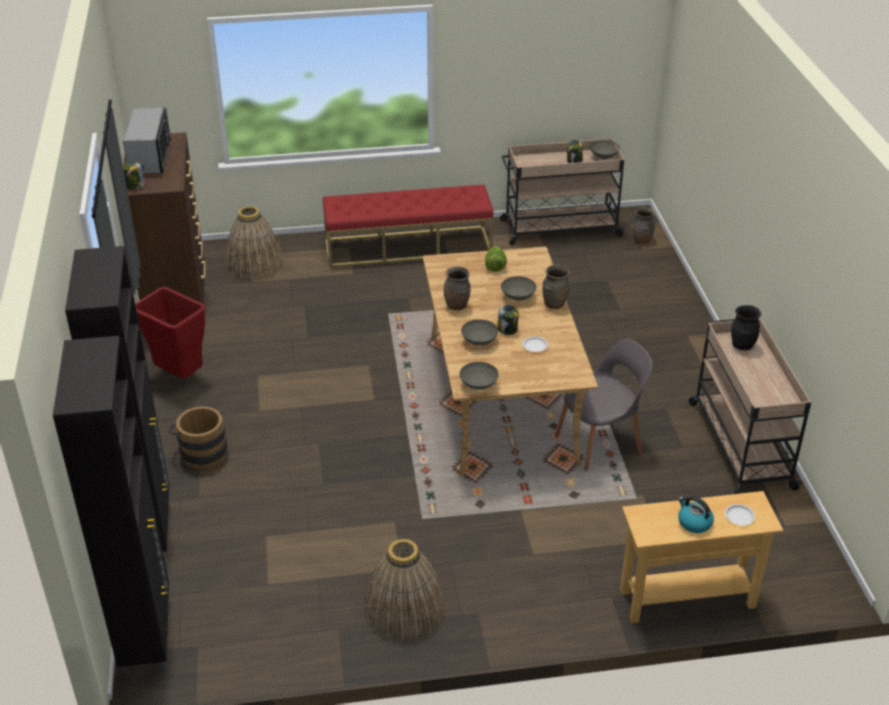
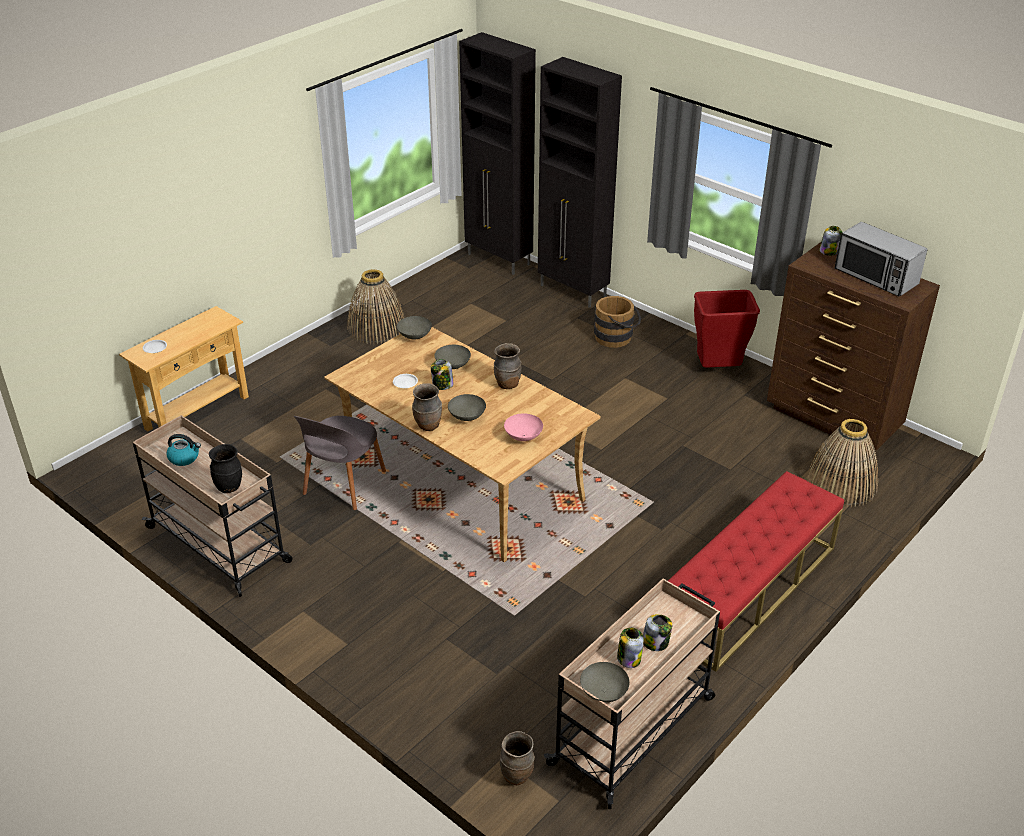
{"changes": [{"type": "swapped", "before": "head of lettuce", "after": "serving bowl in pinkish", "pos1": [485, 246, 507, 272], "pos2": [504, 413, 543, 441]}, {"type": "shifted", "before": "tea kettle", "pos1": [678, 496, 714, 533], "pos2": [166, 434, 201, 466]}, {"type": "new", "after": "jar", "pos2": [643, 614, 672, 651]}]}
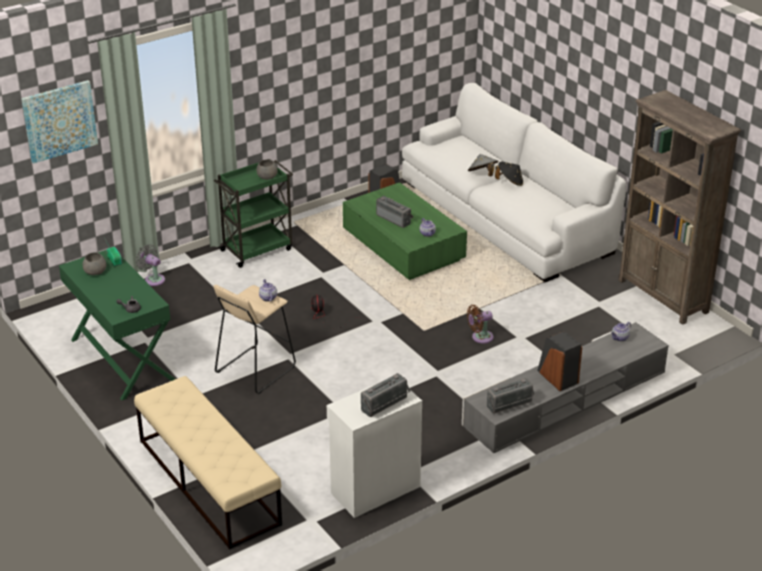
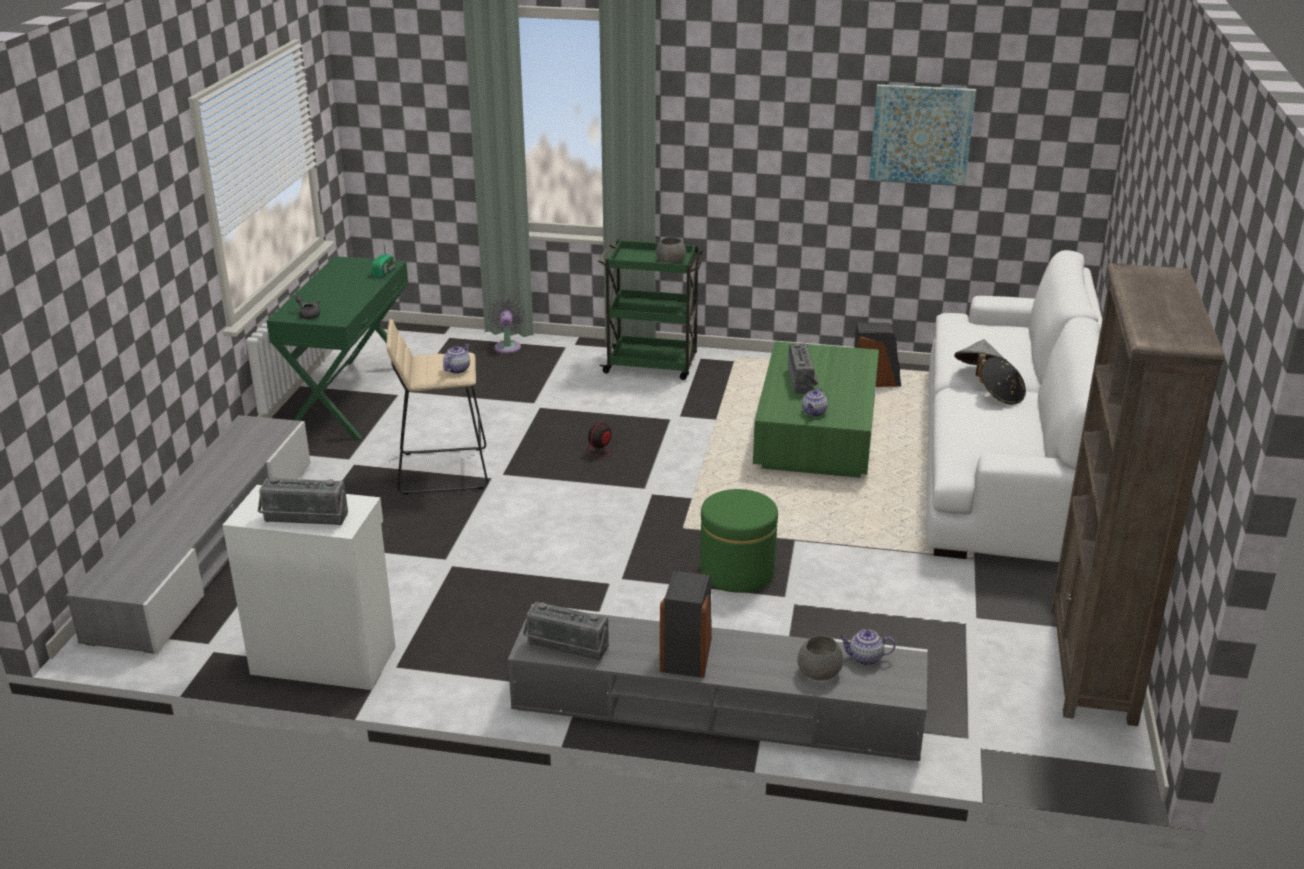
{"changes": [{"type": "shifted", "before": "wall art", "pos1": [21, 80, 98, 164], "pos2": [869, 84, 976, 185]}, {"type": "shifted", "before": "serving bowl in grey", "pos1": [83, 252, 107, 275], "pos2": [797, 635, 843, 681]}, {"type": "swapped", "before": "electric fan in brownish", "after": "footrest in green", "pos1": [467, 305, 494, 344], "pos2": [700, 489, 778, 593]}, {"type": "swapped", "before": "indoor bench in sand-coloured", "after": "media console in grey", "pos1": [134, 376, 282, 550], "pos2": [66, 415, 311, 654]}]}
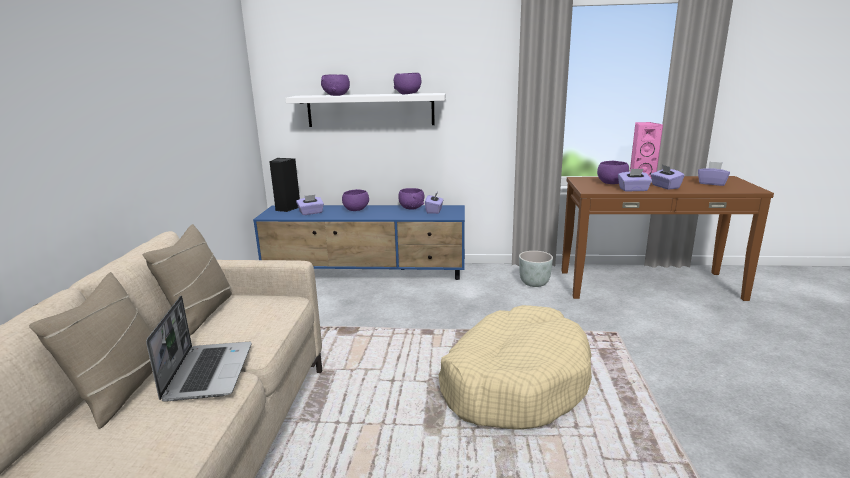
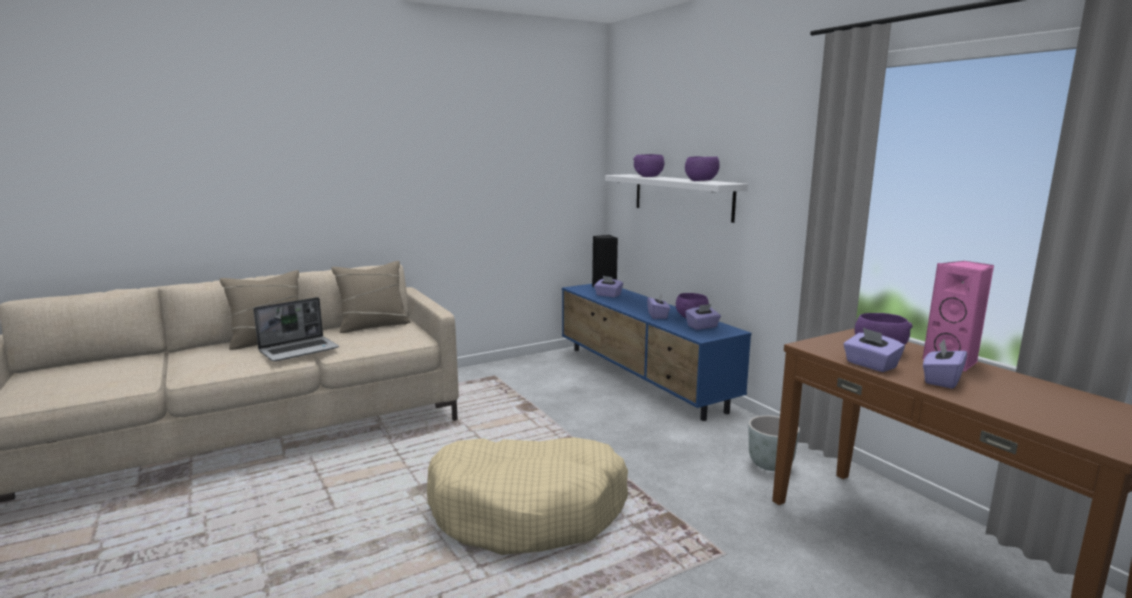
{"changes": [{"type": "shifted", "before": "box of tissues in purple", "pos1": [698, 161, 730, 186], "pos2": [647, 294, 670, 319]}, {"type": "gone", "before": "serving bowl in purple", "pos1": [342, 189, 369, 211]}]}
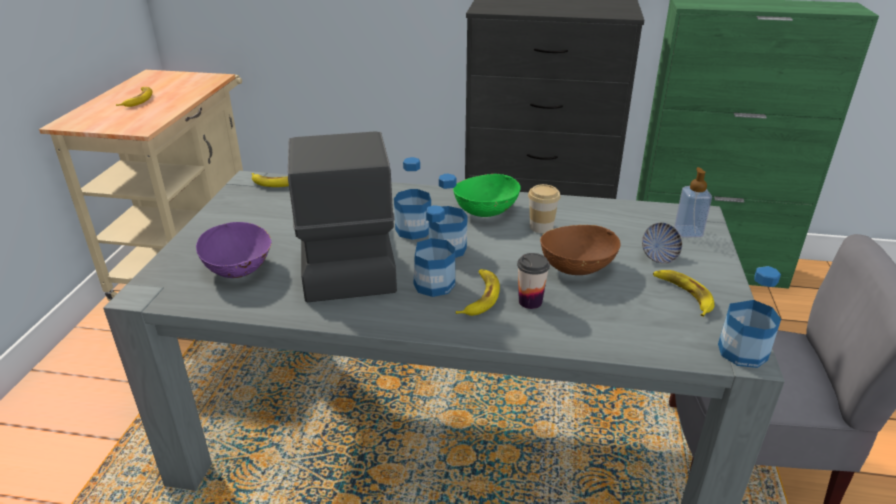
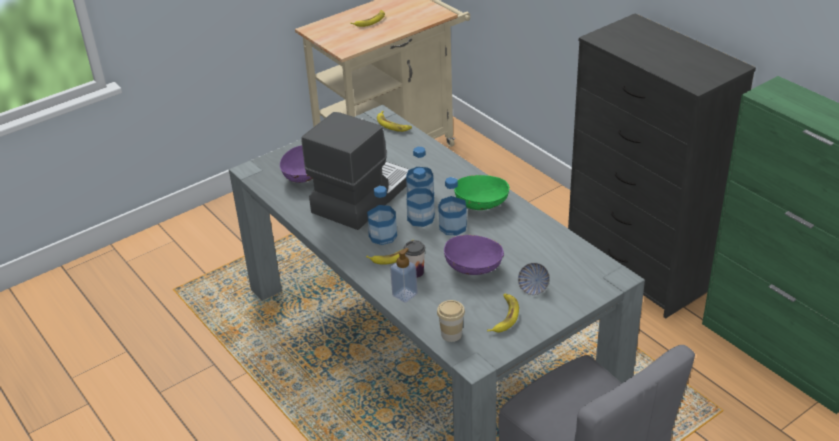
{"changes": [{"type": "shifted", "before": "soap bottle", "pos1": [674, 167, 712, 237], "pos2": [390, 248, 418, 303]}, {"type": "shifted", "before": "small cup", "pos1": [528, 184, 560, 233], "pos2": [437, 300, 465, 342]}, {"type": "repainted", "before": "serving bowl in brownish", "after": "serving bowl in purple", "pos1": [540, 225, 621, 275], "pos2": [444, 234, 504, 275]}, {"type": "shifted", "before": "drink bottle", "pos1": [718, 266, 781, 368], "pos2": [438, 177, 467, 235]}]}
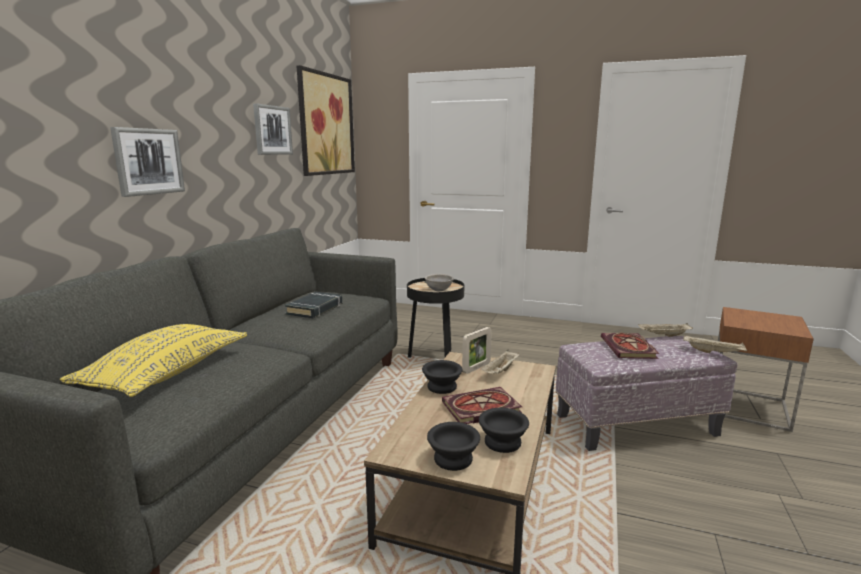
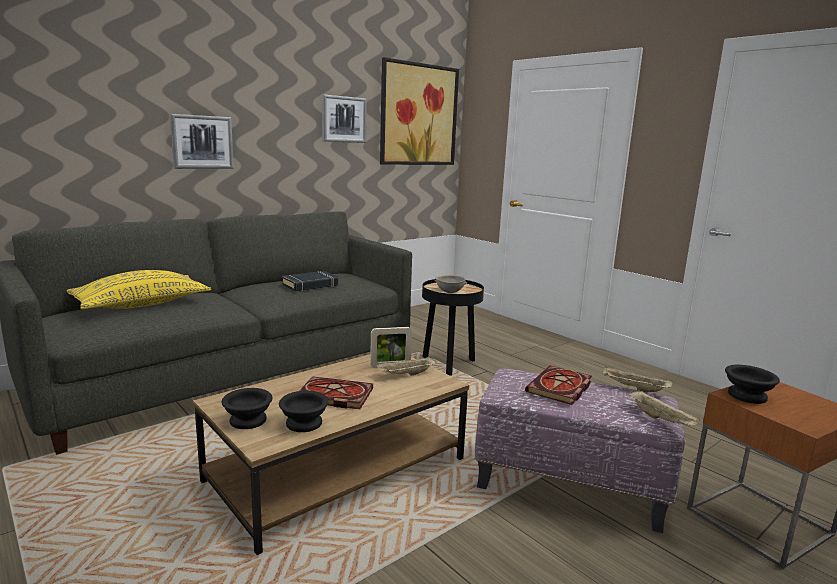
{"changes": [{"type": "shifted", "before": "serving bowl in blackish", "pos1": [422, 360, 463, 394], "pos2": [725, 365, 780, 404]}]}
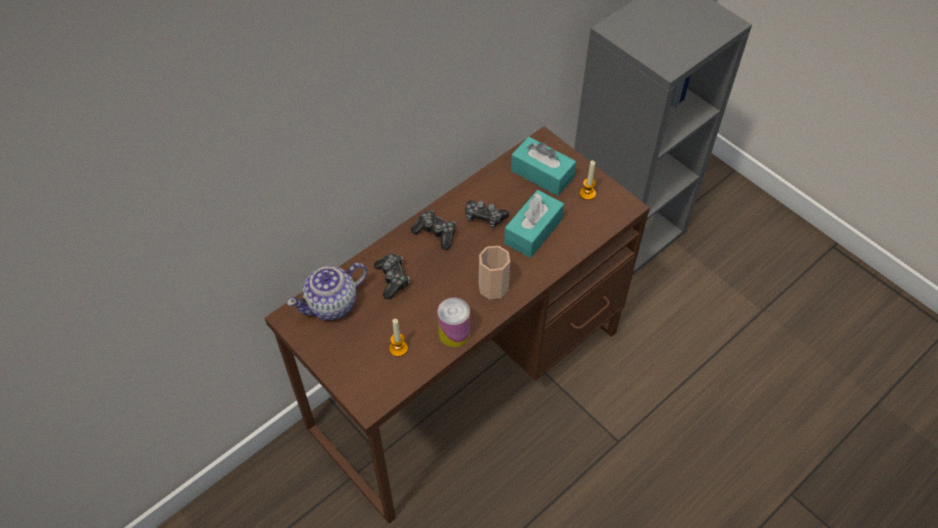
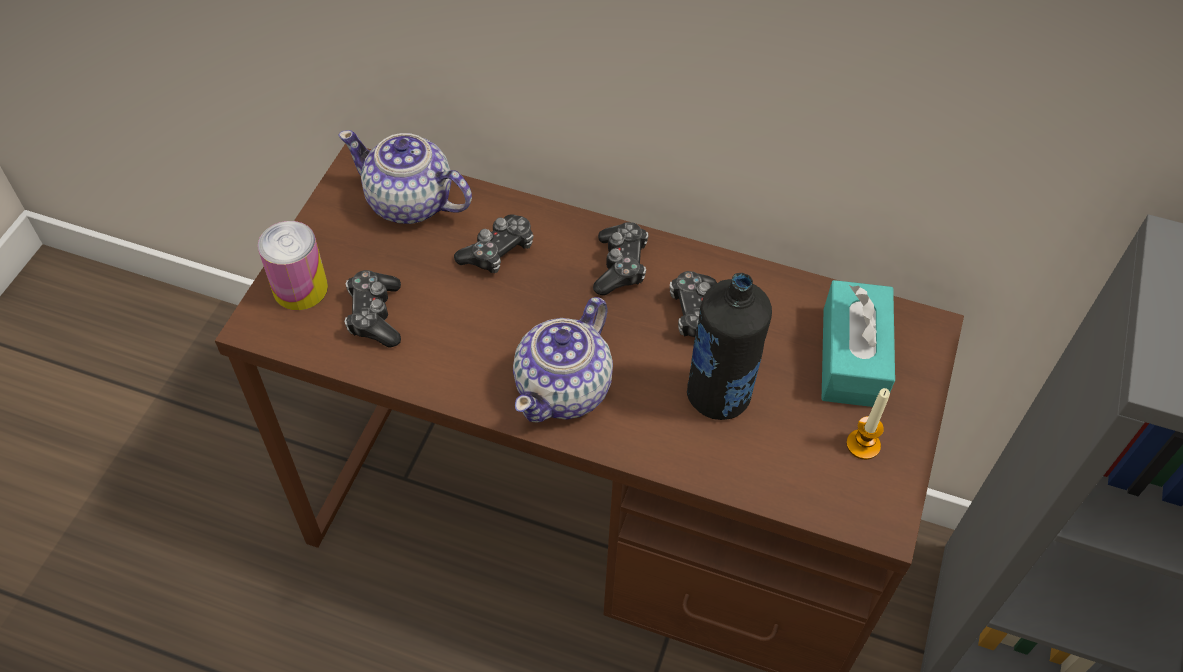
{"changes": [{"type": "swapped", "before": "box of tissues in turquoise", "after": "drink bottle in blackish", "pos1": [504, 190, 564, 258], "pos2": [687, 273, 772, 420]}, {"type": "swapped", "before": "small cup", "after": "teapot", "pos1": [479, 246, 510, 299], "pos2": [513, 297, 613, 423]}, {"type": "shifted", "before": "sealed can", "pos1": [438, 297, 470, 347], "pos2": [258, 221, 328, 310]}, {"type": "swapped", "before": "wax light", "after": "gamepad", "pos1": [389, 319, 408, 357], "pos2": [344, 270, 401, 347]}]}
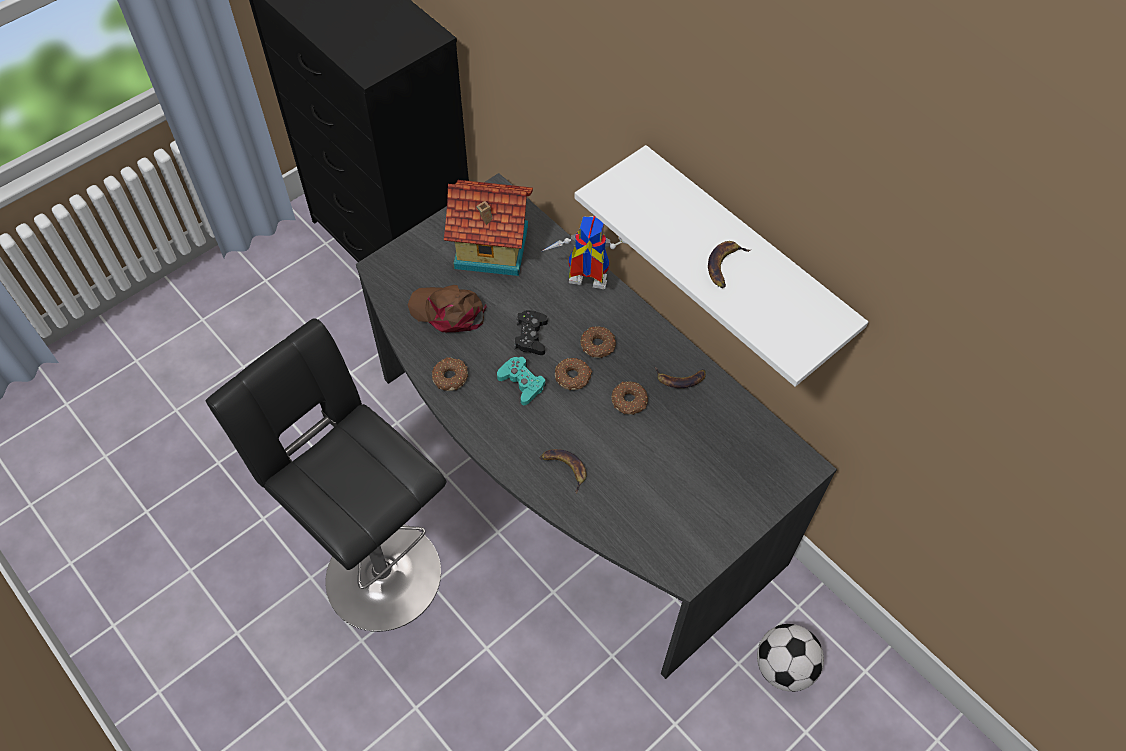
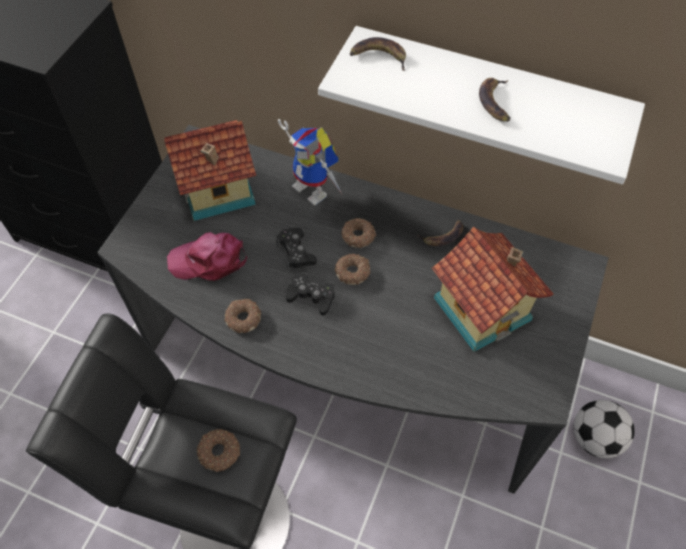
{"changes": [{"type": "rotated", "before": "robot figure", "pos1": [542, 216, 627, 289], "pos2": [278, 119, 342, 206], "turn": -120}, {"type": "repainted", "before": "peaked cap in brownish", "after": "peaked cap in pinkish", "pos1": [408, 285, 486, 333], "pos2": [167, 232, 247, 281]}, {"type": "repainted", "before": "gamepad in turquoise", "after": "gamepad in blackish", "pos1": [497, 357, 546, 405], "pos2": [286, 272, 335, 316]}, {"type": "shifted", "before": "ring doughnut", "pos1": [611, 381, 648, 415], "pos2": [197, 429, 240, 472]}, {"type": "shifted", "before": "banana fruit", "pos1": [540, 449, 586, 493], "pos2": [349, 37, 406, 71]}, {"type": "new", "after": "miniature house", "pos2": [432, 227, 553, 352]}]}
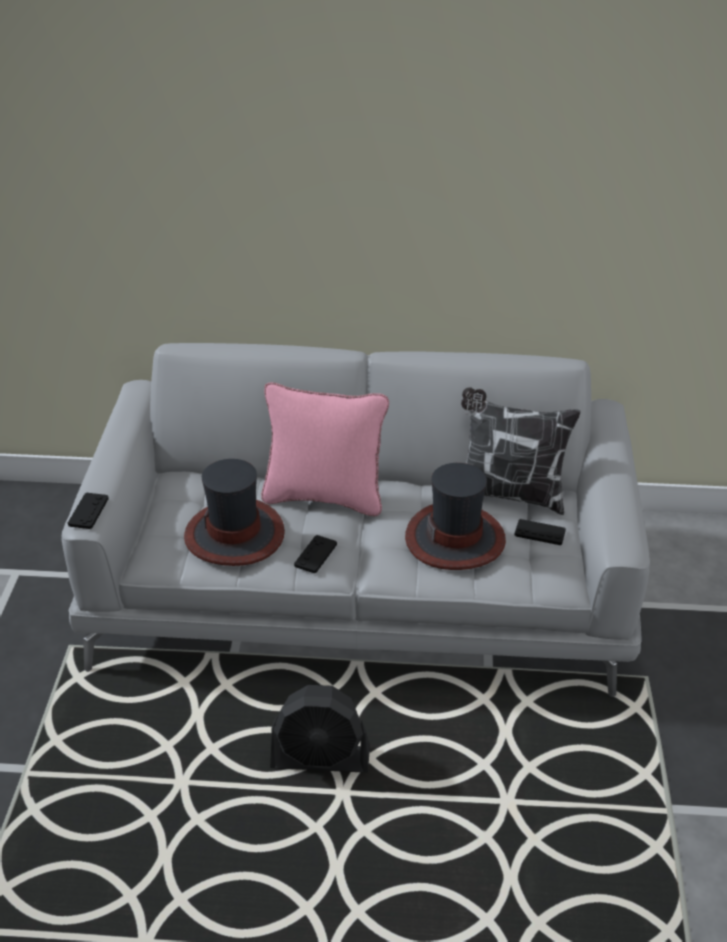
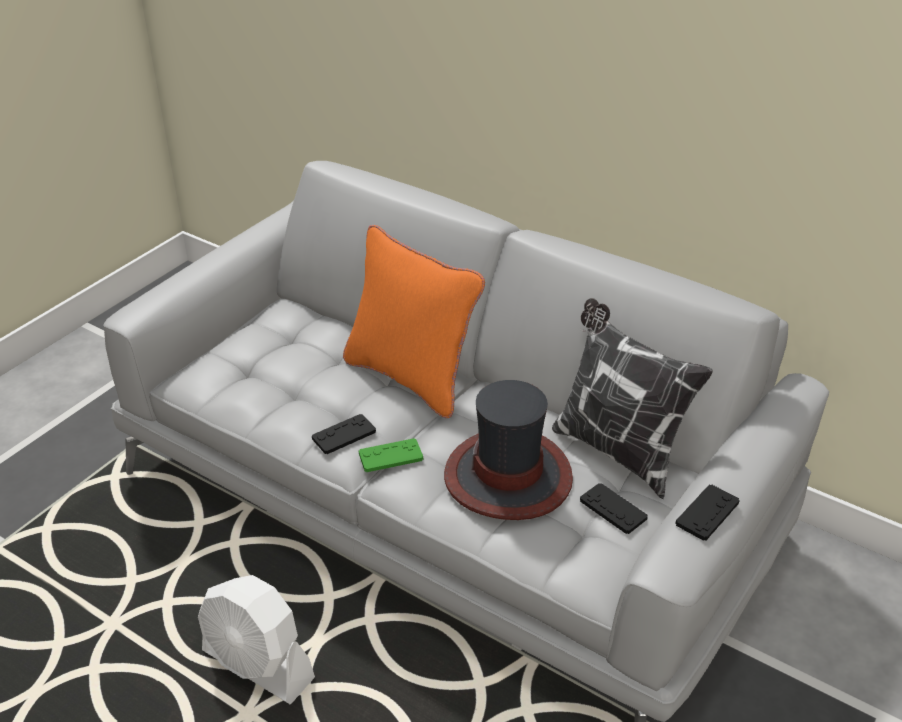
{"changes": [{"type": "repainted", "before": "pillow in pinkish", "after": "pillow in orange", "pos1": [261, 382, 389, 516], "pos2": [343, 225, 485, 418]}, {"type": "gone", "before": "clothing hat", "pos1": [184, 459, 285, 566]}, {"type": "shifted", "before": "gamepad in blackish", "pos1": [68, 493, 109, 529], "pos2": [675, 484, 740, 541]}, {"type": "repainted", "before": "electric fan in blackish", "after": "electric fan in white", "pos1": [270, 685, 370, 773], "pos2": [198, 575, 315, 705]}, {"type": "new", "after": "gamepad in green", "pos2": [359, 438, 423, 472]}]}
